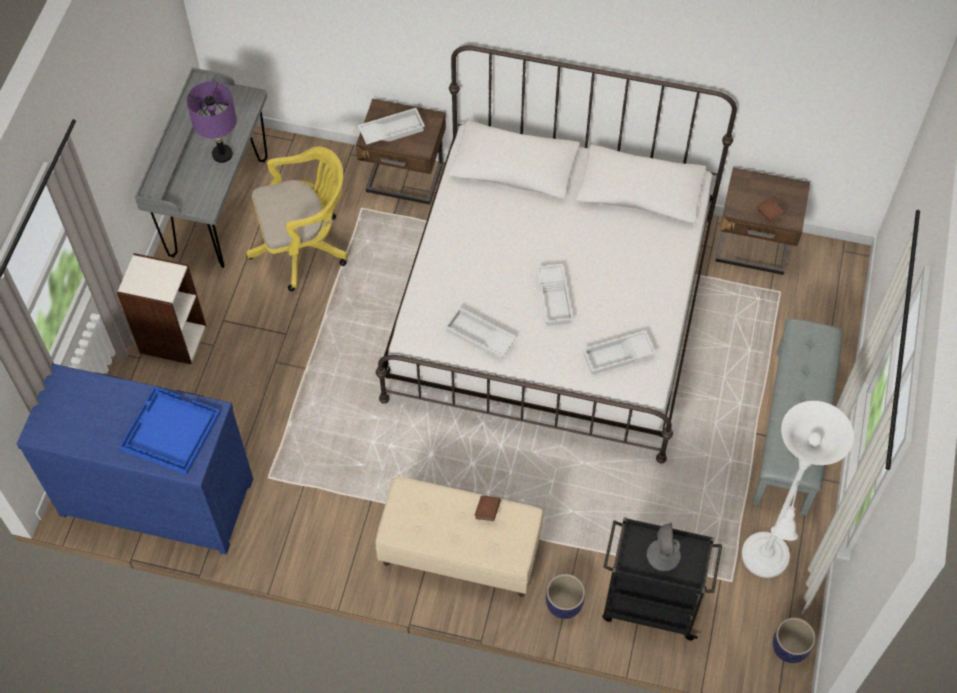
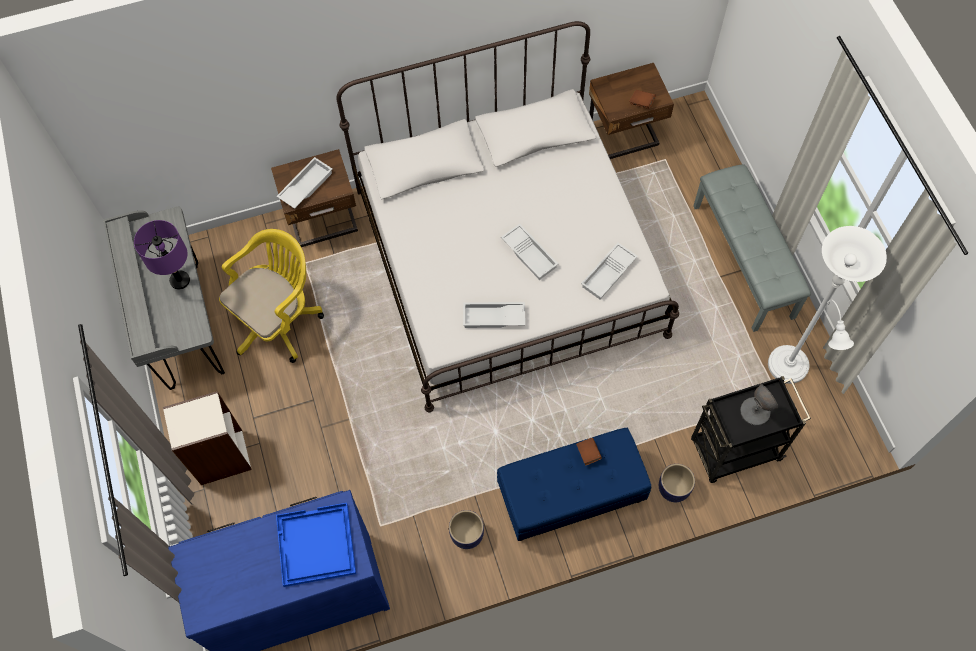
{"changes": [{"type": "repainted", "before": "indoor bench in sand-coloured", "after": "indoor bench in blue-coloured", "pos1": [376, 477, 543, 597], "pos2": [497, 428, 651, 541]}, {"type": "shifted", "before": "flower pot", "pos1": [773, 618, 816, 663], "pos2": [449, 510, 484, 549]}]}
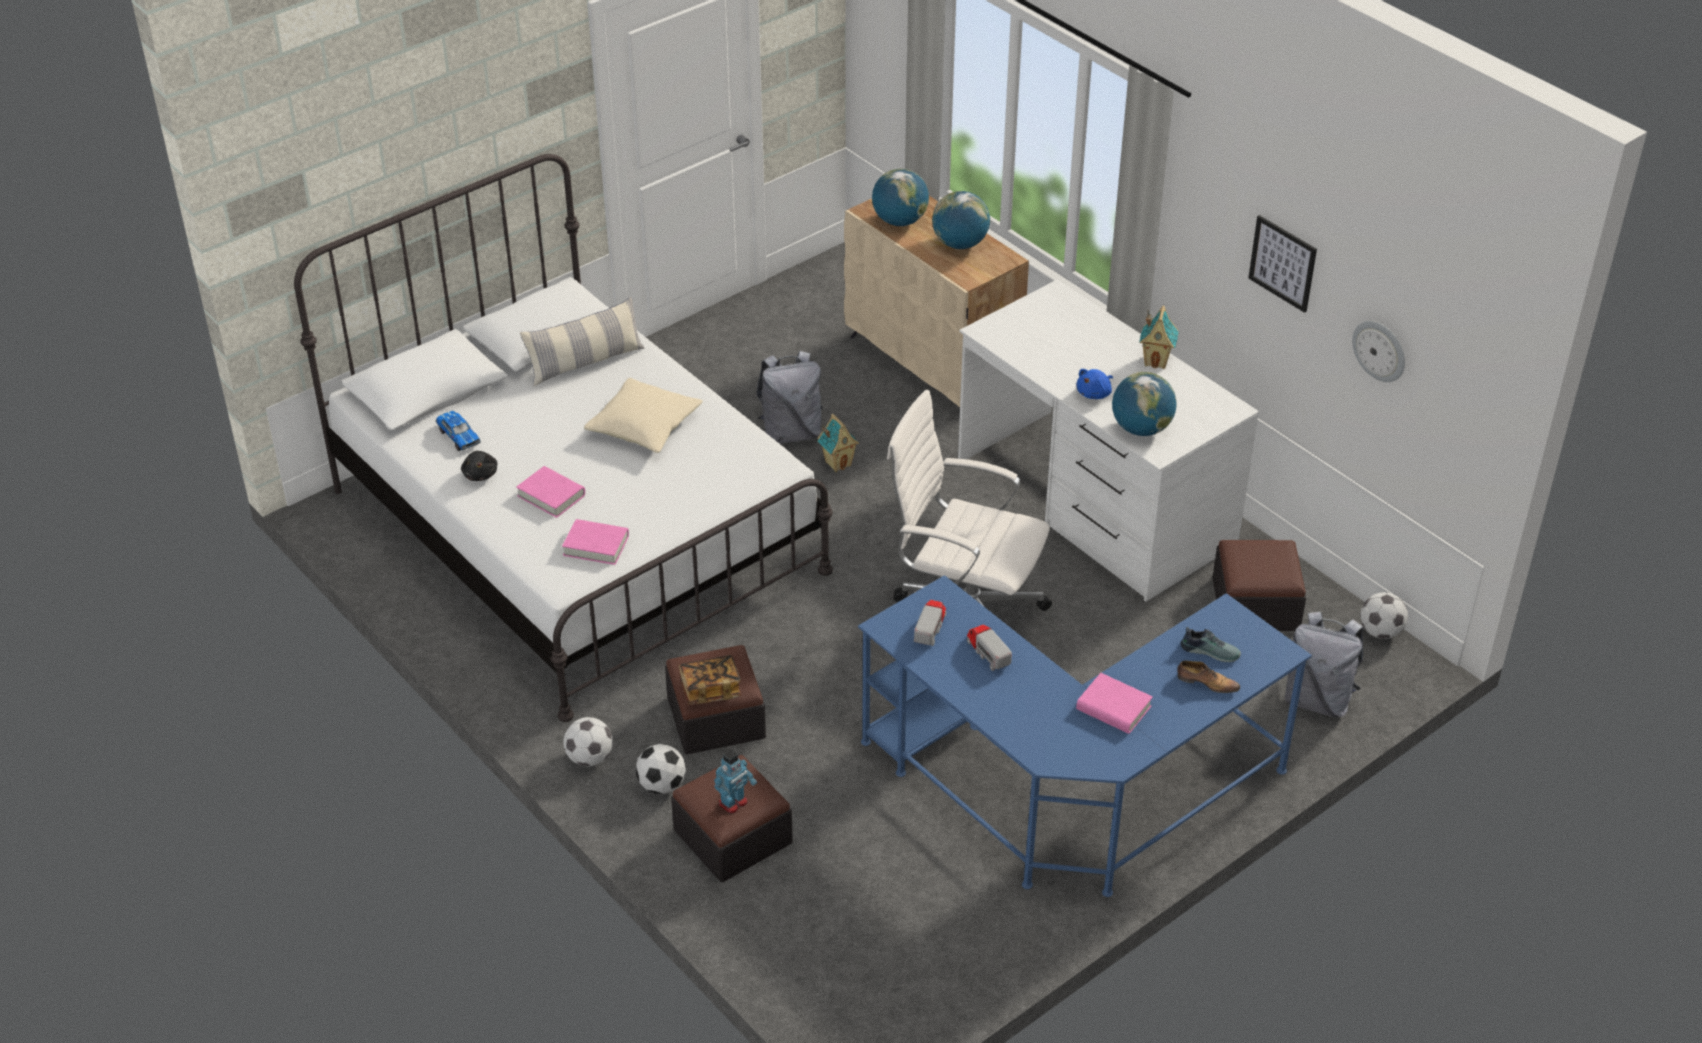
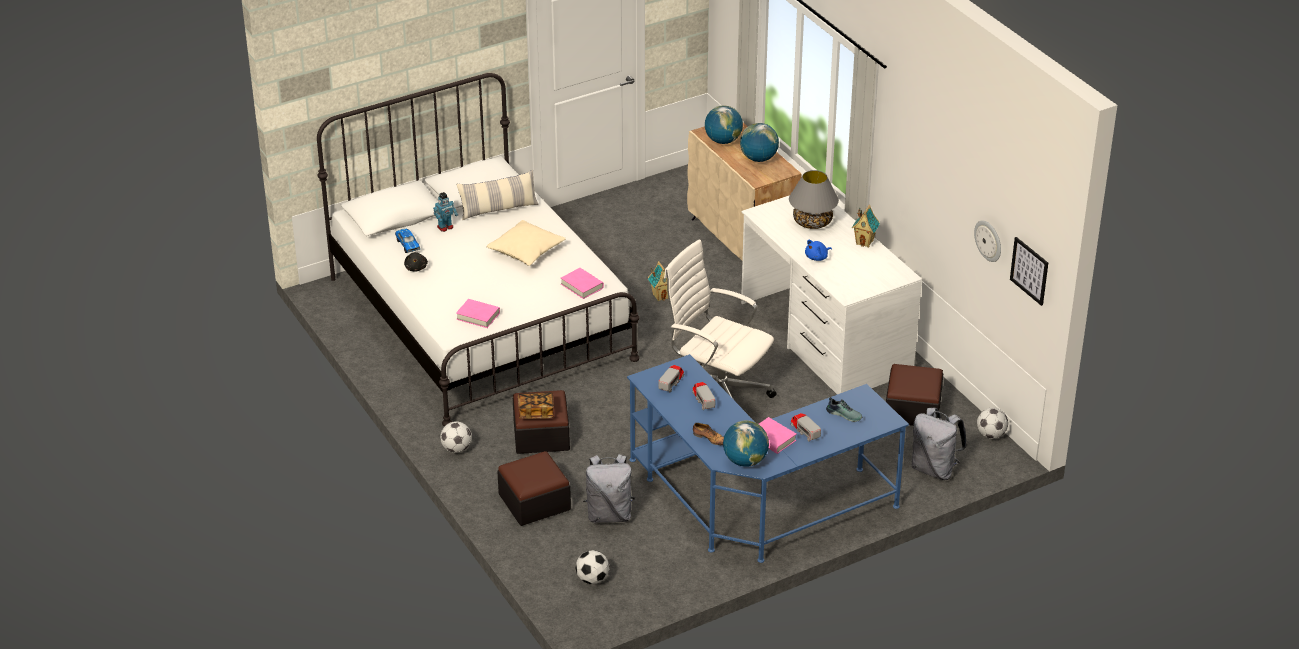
{"changes": [{"type": "shifted", "before": "wall art", "pos1": [1248, 215, 1317, 313], "pos2": [1010, 237, 1048, 306]}, {"type": "shifted", "before": "backpack in grey", "pos1": [756, 351, 823, 443], "pos2": [583, 454, 635, 523]}, {"type": "shifted", "before": "desk globe", "pos1": [1112, 372, 1177, 436], "pos2": [723, 420, 769, 467]}, {"type": "shifted", "before": "bound book in pinkish", "pos1": [516, 466, 585, 518], "pos2": [561, 268, 604, 299]}, {"type": "shifted", "before": "shoe", "pos1": [1177, 661, 1240, 693], "pos2": [693, 423, 724, 445]}, {"type": "shifted", "before": "ball for football", "pos1": [636, 744, 686, 794], "pos2": [575, 550, 609, 584]}, {"type": "shifted", "before": "robot figure", "pos1": [714, 750, 757, 814], "pos2": [433, 192, 458, 232]}, {"type": "new", "after": "tabletop lamp in grey", "pos2": [789, 170, 839, 229]}, {"type": "new", "after": "toy lorry", "pos2": [791, 413, 821, 442]}]}
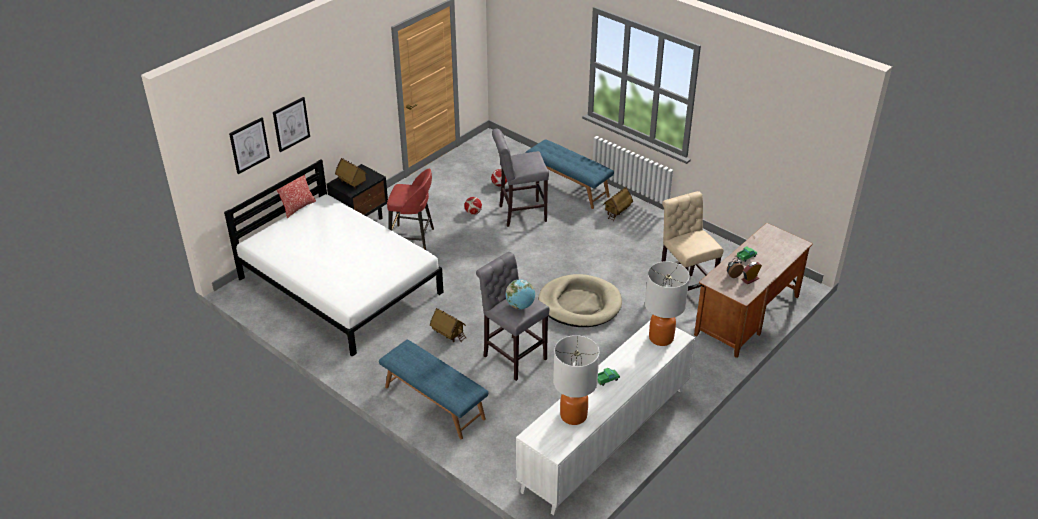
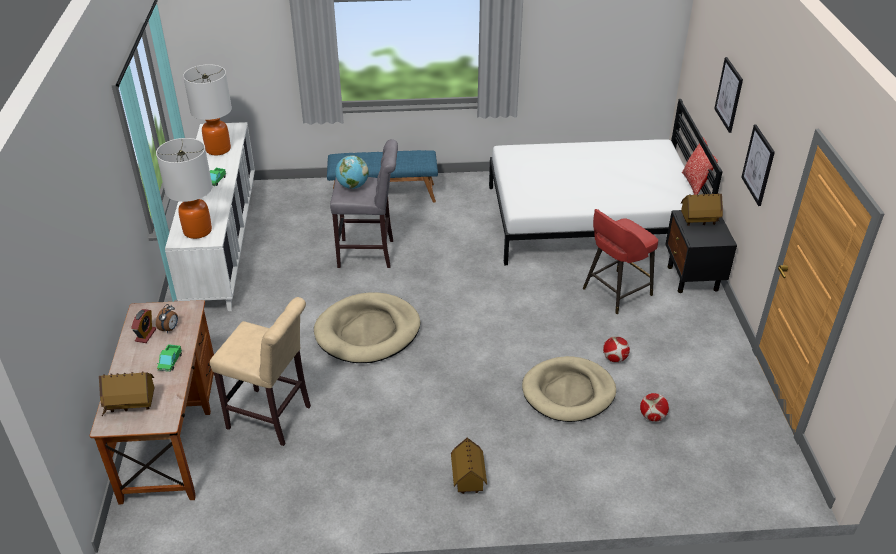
{"changes": [{"type": "shifted", "before": "wall art", "pos1": [229, 117, 270, 174], "pos2": [741, 125, 775, 206]}, {"type": "swapped", "before": "sitting stool in grey", "after": "pet bed in sand-coloured", "pos1": [492, 129, 549, 227], "pos2": [522, 356, 616, 422]}, {"type": "gone", "before": "indoor bench in blue-coloured", "pos1": [525, 139, 614, 209]}, {"type": "shifted", "before": "miniature house", "pos1": [430, 308, 466, 342], "pos2": [99, 371, 155, 416]}]}
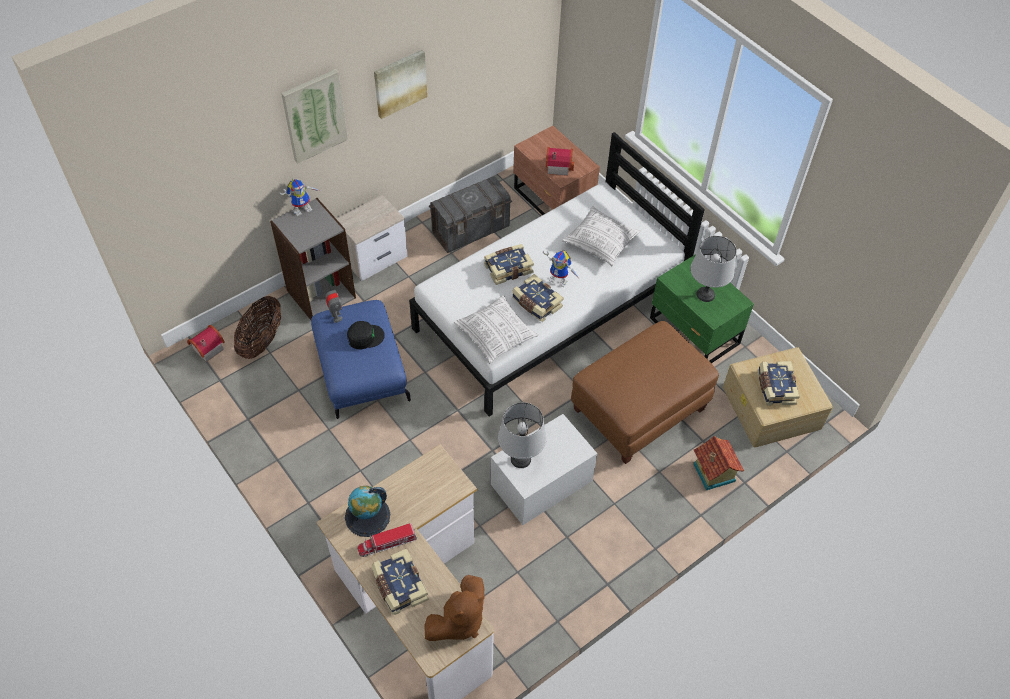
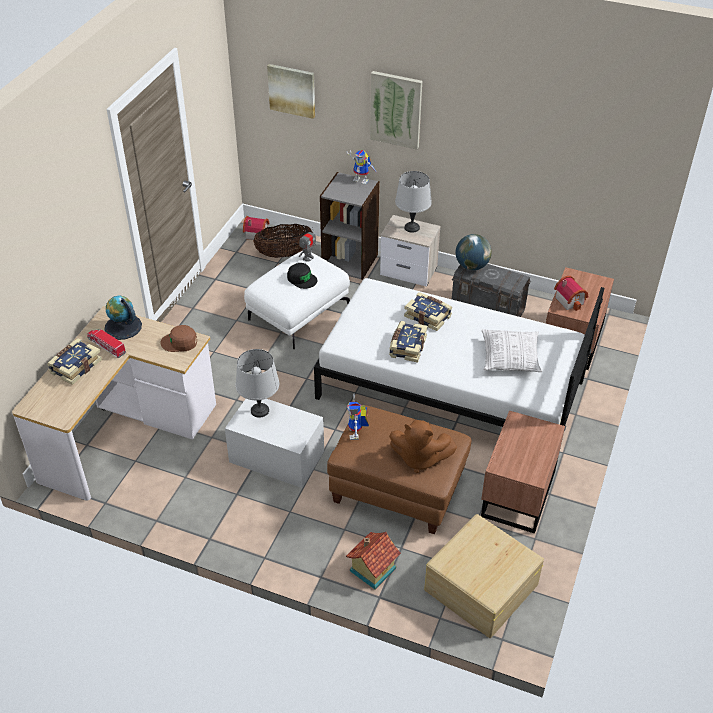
{"changes": [{"type": "shifted", "before": "wall art", "pos1": [374, 50, 427, 119], "pos2": [267, 64, 315, 119]}, {"type": "shifted", "before": "tabletop lamp in grey", "pos1": [690, 236, 737, 302], "pos2": [395, 171, 432, 233]}, {"type": "shifted", "before": "robot figure", "pos1": [543, 250, 578, 287], "pos2": [347, 394, 369, 440]}, {"type": "repainted", "before": "nightstand in green", "after": "nightstand in brownish", "pos1": [650, 254, 754, 363], "pos2": [481, 410, 565, 534]}, {"type": "gone", "before": "pillow", "pos1": [454, 295, 538, 364]}, {"type": "repainted", "before": "footrest in blue-coloured", "after": "footrest in white", "pos1": [311, 300, 411, 419], "pos2": [244, 251, 350, 349]}, {"type": "gone", "before": "bound book", "pos1": [758, 361, 800, 406]}, {"type": "shifted", "before": "soft toy in brownish", "pos1": [425, 575, 485, 641], "pos2": [389, 420, 457, 473]}, {"type": "new", "after": "desk globe", "pos2": [456, 234, 492, 270]}, {"type": "new", "after": "peaked cap in brownish", "pos2": [161, 325, 197, 352]}]}
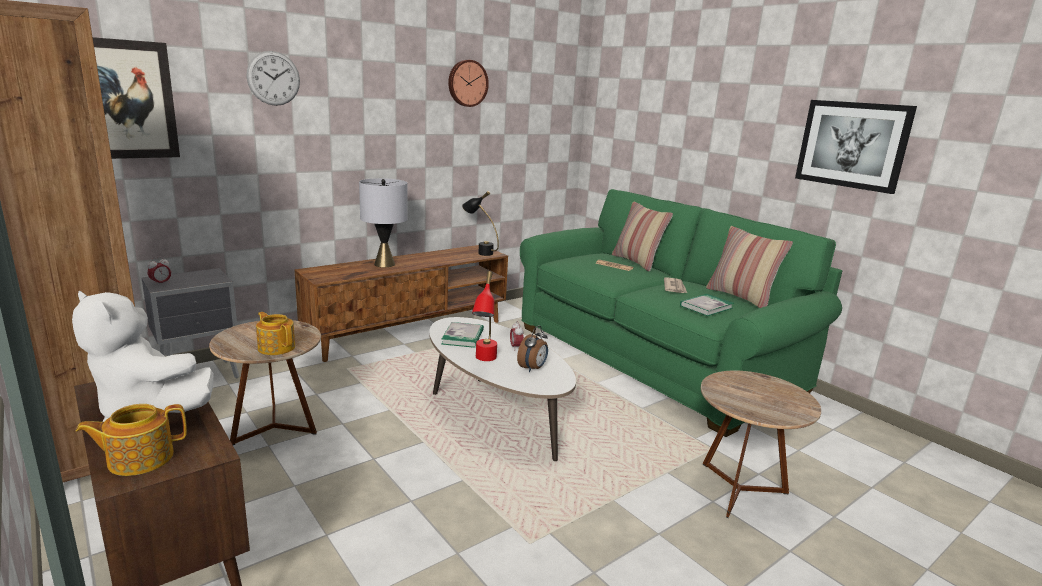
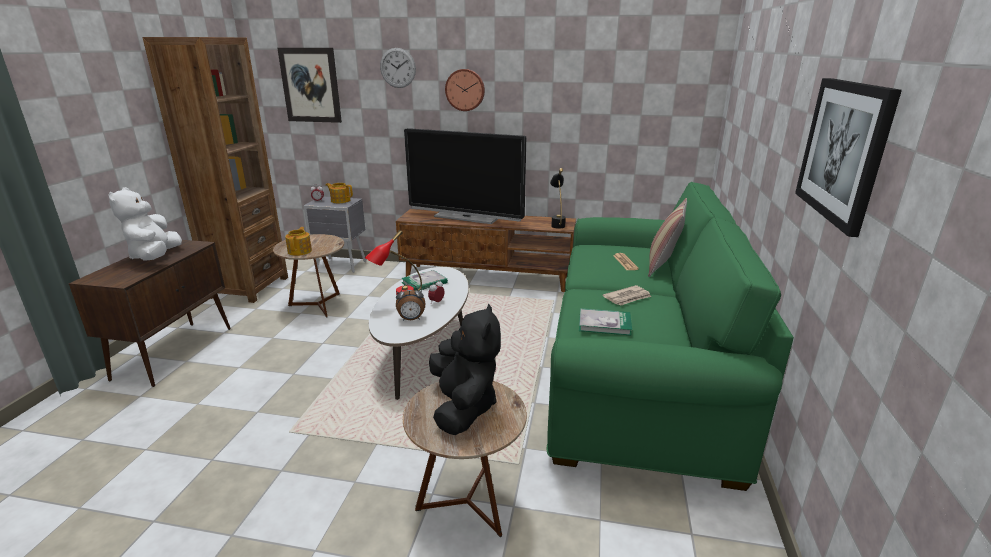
{"changes": [{"type": "shifted", "before": "wall clock", "pos1": [448, 60, 489, 107], "pos2": [445, 69, 485, 111]}, {"type": "swapped", "before": "tabletop lamp in grey", "after": "television", "pos1": [359, 178, 408, 267], "pos2": [404, 128, 526, 224]}, {"type": "gone", "before": "pillow", "pos1": [706, 226, 793, 308]}, {"type": "shifted", "before": "teapot", "pos1": [75, 404, 187, 476], "pos2": [326, 183, 353, 203]}, {"type": "new", "after": "soft toy in blackish", "pos2": [429, 303, 501, 435]}]}
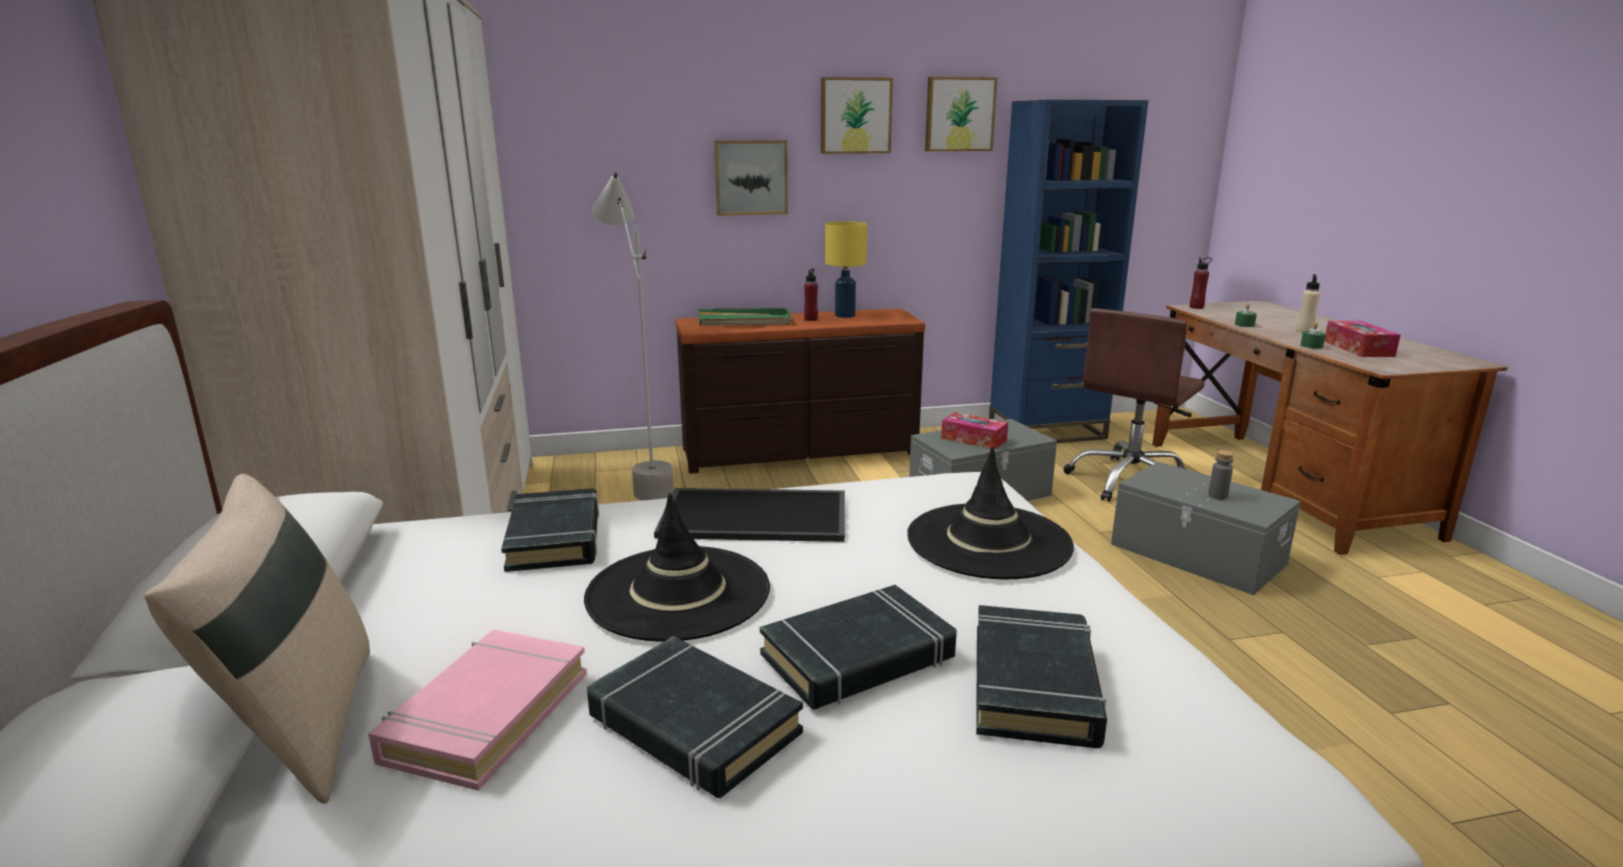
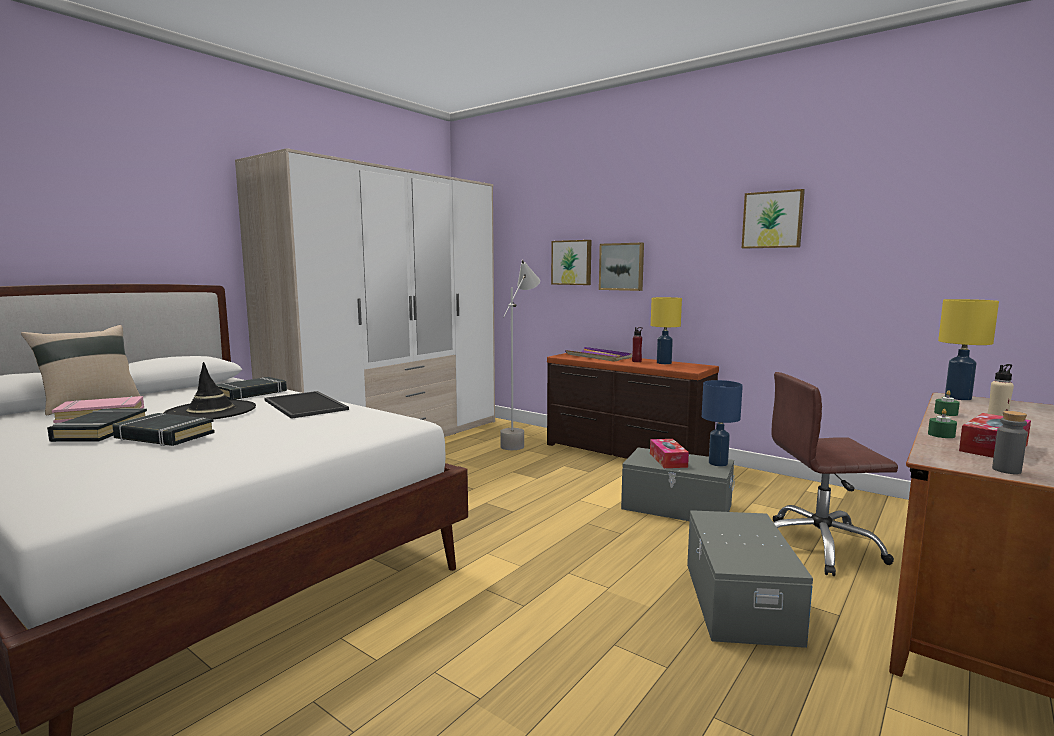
{"changes": [{"type": "shifted", "before": "wall art", "pos1": [821, 77, 893, 154], "pos2": [551, 240, 591, 285]}, {"type": "gone", "before": "shelving unit in blue-coloured", "pos1": [989, 100, 1148, 443]}, {"type": "swapped", "before": "drink bottle in reddish", "after": "tabletop lamp in yellowish", "pos1": [1190, 257, 1212, 309], "pos2": [938, 299, 999, 400]}, {"type": "repainted", "before": "serving tray in green", "after": "serving tray in purple", "pos1": [698, 308, 793, 325], "pos2": [565, 347, 632, 362]}, {"type": "gone", "before": "clothing hat in blackish", "pos1": [907, 447, 1074, 579]}, {"type": "shifted", "before": "drink bottle in grey", "pos1": [1208, 450, 1233, 500], "pos2": [992, 411, 1027, 474]}, {"type": "gone", "before": "bound book in blackish", "pos1": [976, 605, 1107, 748]}, {"type": "new", "after": "tabletop lamp in blue-coloured", "pos2": [702, 380, 743, 466]}]}
